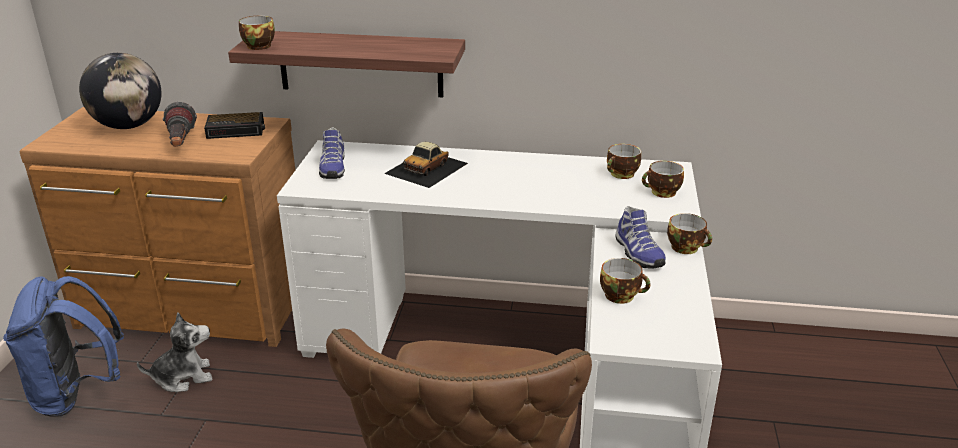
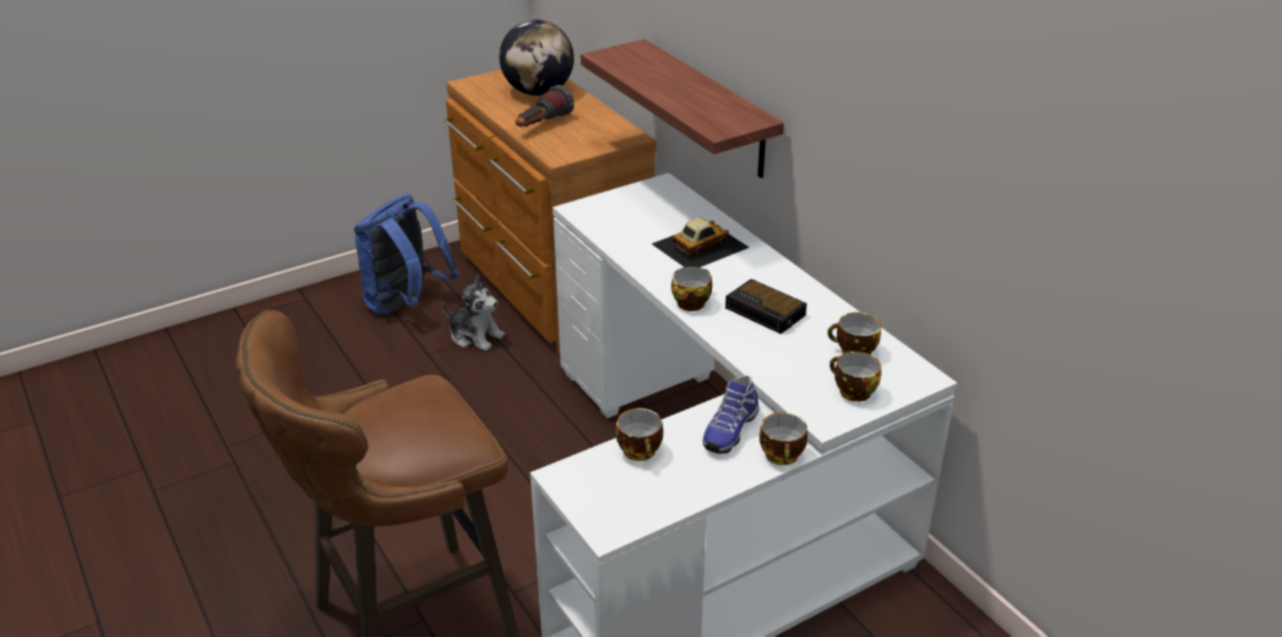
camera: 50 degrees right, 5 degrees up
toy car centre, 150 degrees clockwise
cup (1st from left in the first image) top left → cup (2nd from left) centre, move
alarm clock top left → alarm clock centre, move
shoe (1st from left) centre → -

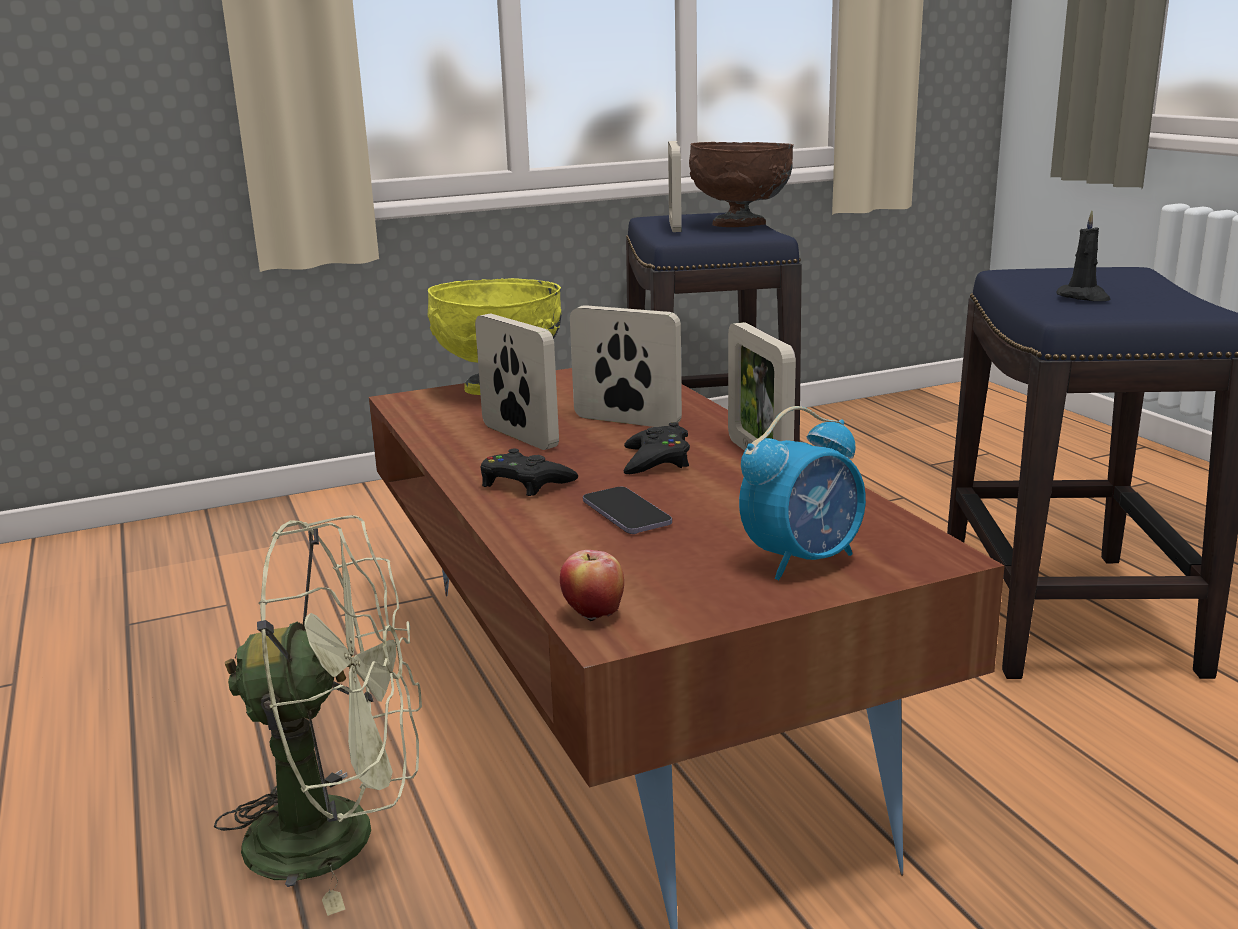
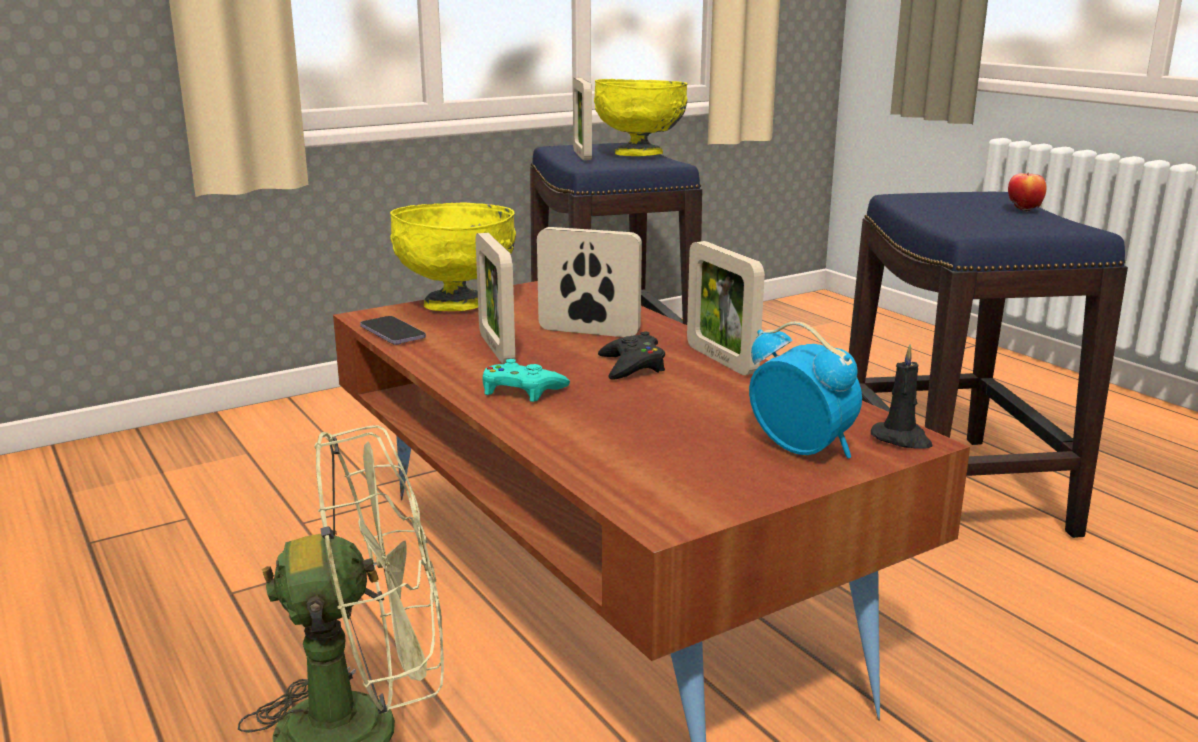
camera: 10 degrees left, 0 degrees up
phone centre → phone middle left, move
picture frame (1st from left) centre, 150 degrees counterclockwise
black game controller (1st from left) centre → turquoise game controller centre
brown bowl top centre → yellow bowl (2nd from left) top centre
alarm clock centre → alarm clock middle right, 90 degrees counterclockwise
black candle top right → black candle middle right, move
apple centre → apple top right, move

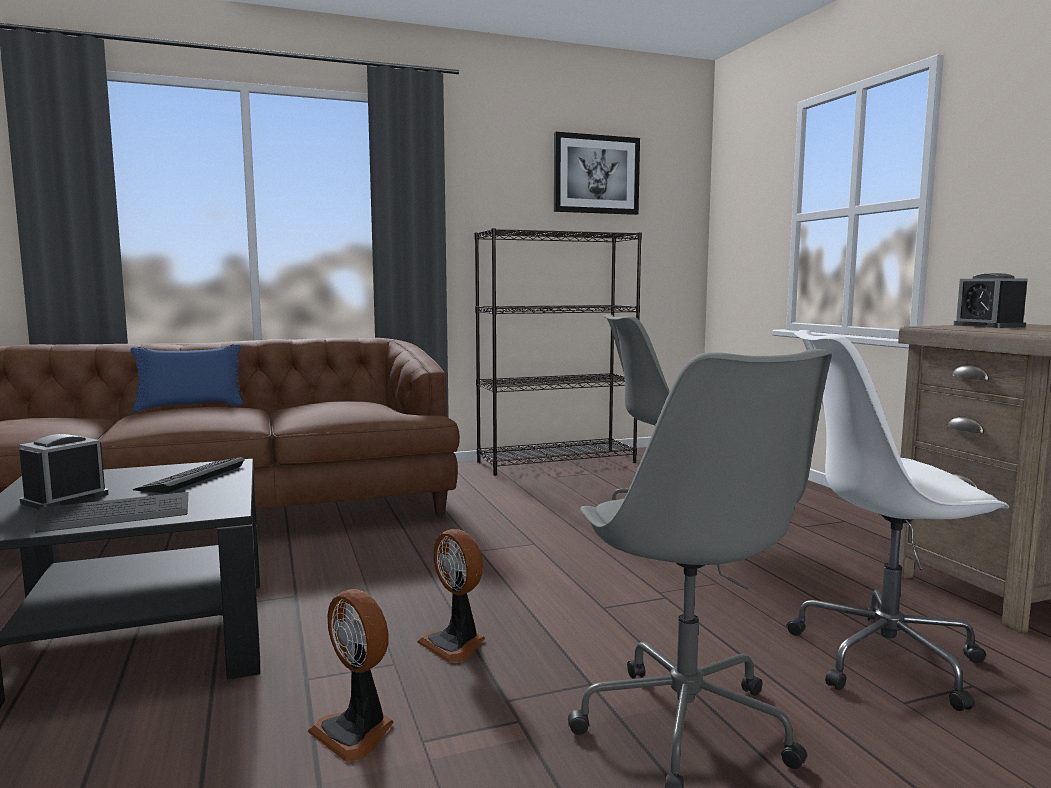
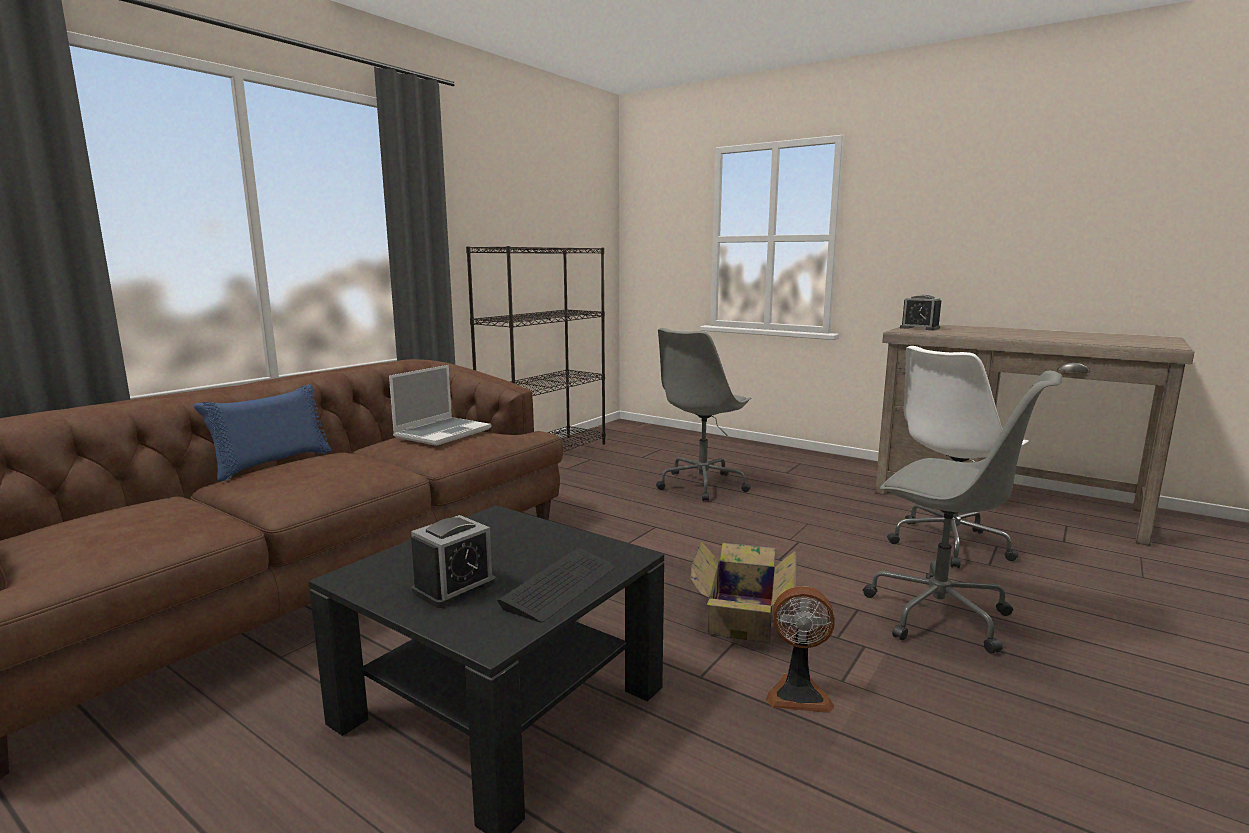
camera: 35 degrees left, 5 degrees up
- → laptop centre
alarm clock (1st from left) middle left → alarm clock (1st from left) bottom centre, 135 degrees counterclockwise
fan (2nd from left) bottom centre → cardboard box bottom centre
keyboard (2nd from left) middle left → -
picture top centre → -

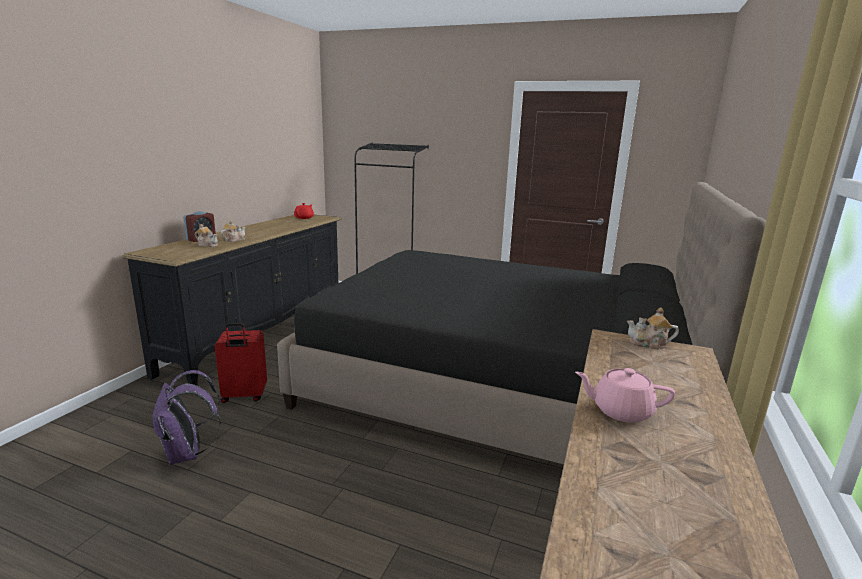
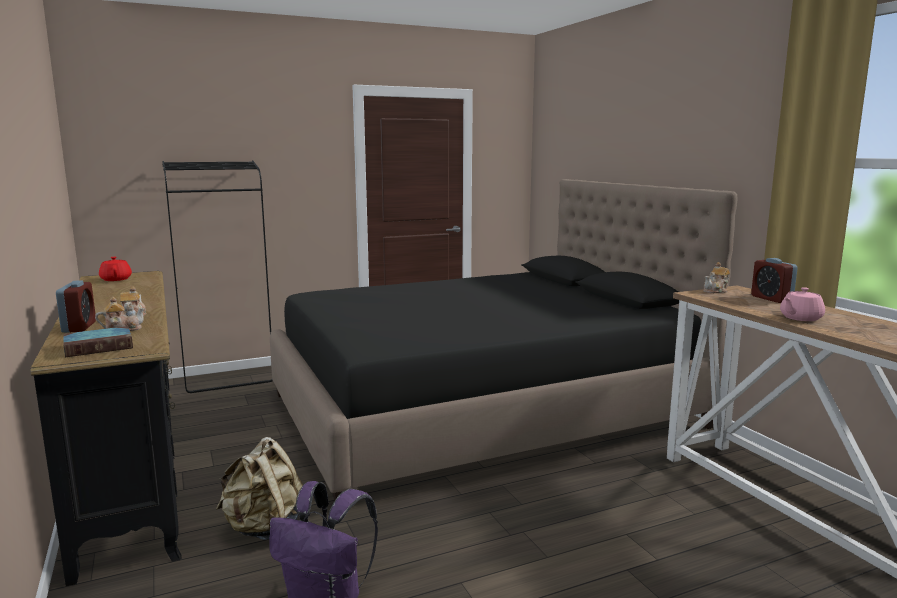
camera: 45 degrees left, 5 degrees down
- → book middle left
red suitcase middle left → beige backpack bottom left
- → alarm clock (2nd from left) middle right

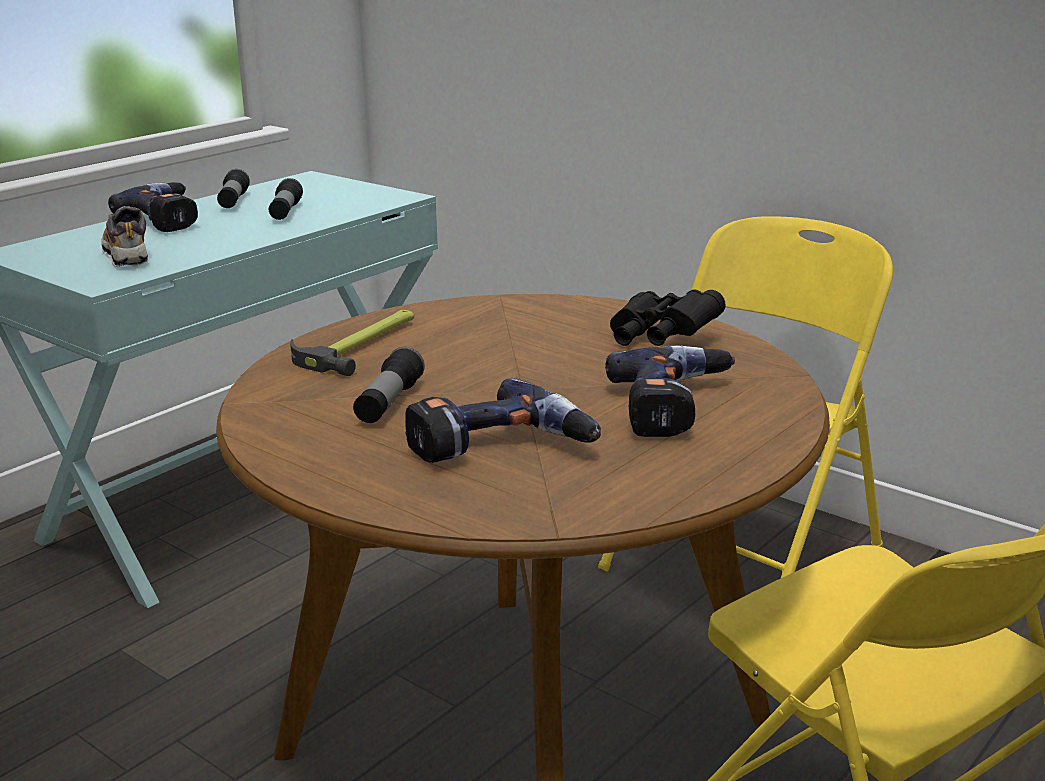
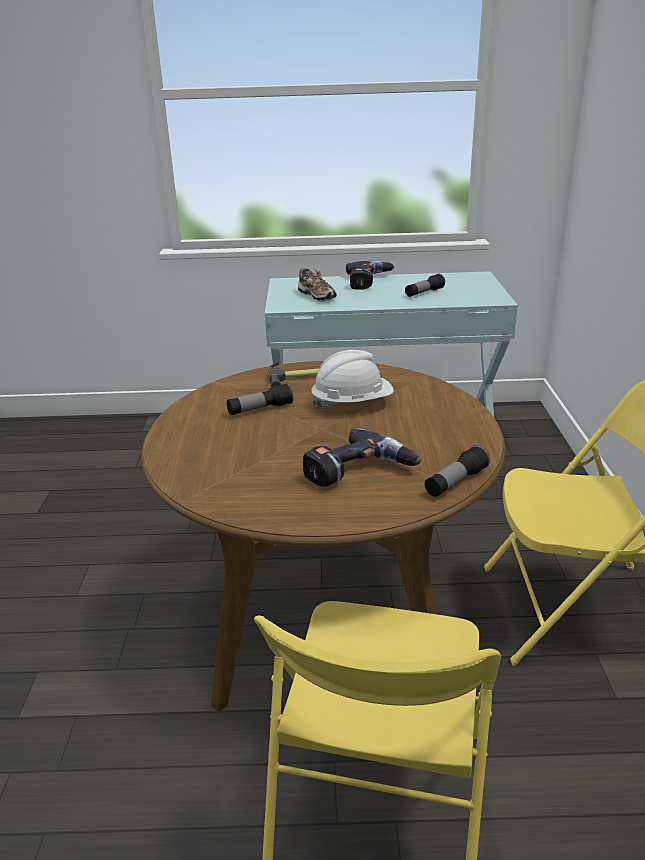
camera: 50 degrees right, 5 degrees up
shoe top left → shoe top centre, 120 degrees clockwise
- → white hard hat centre
flashlight (1st from left in the first image) top left → flashlight (3rd from left) middle right, move
power drill (2nd from left) centre → -
black binoculars centre → -

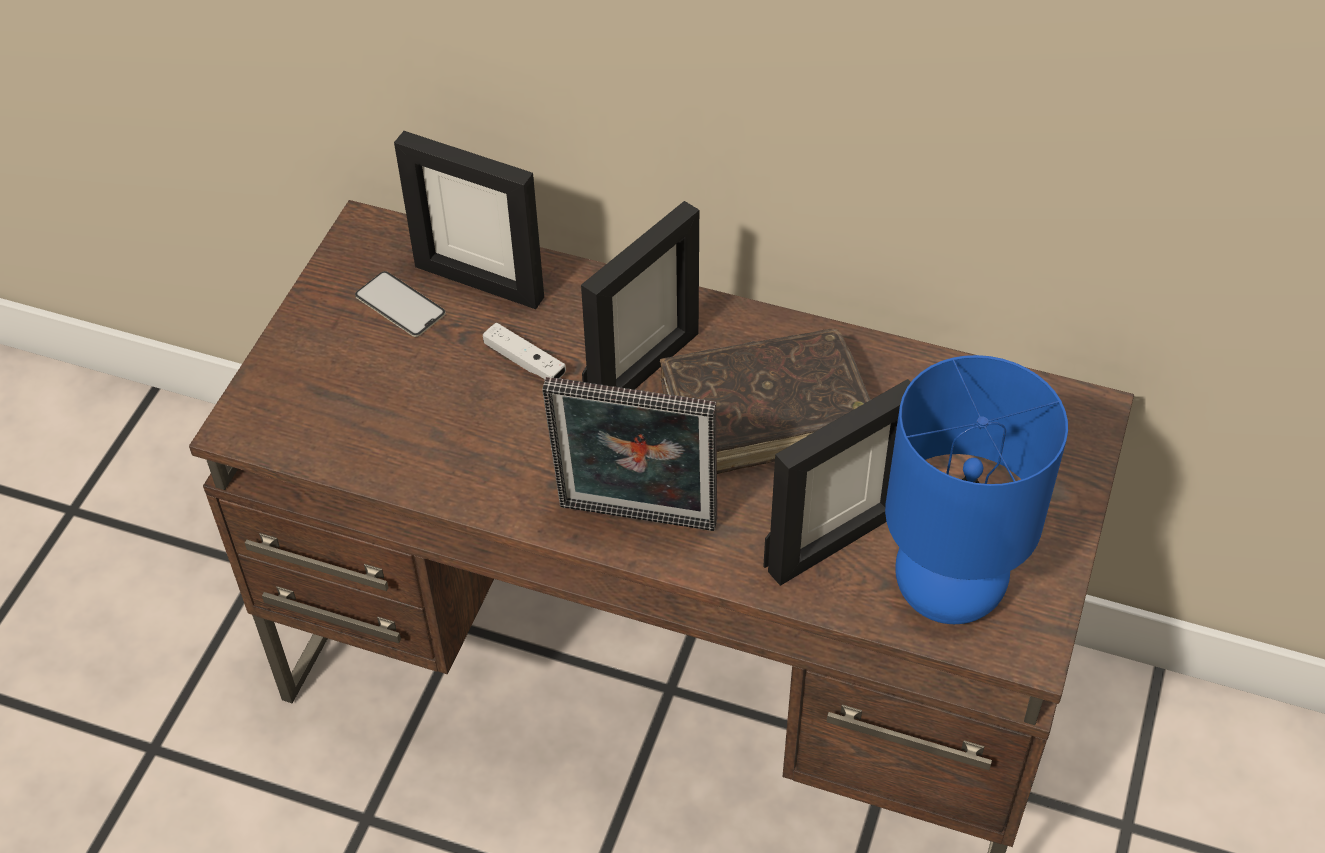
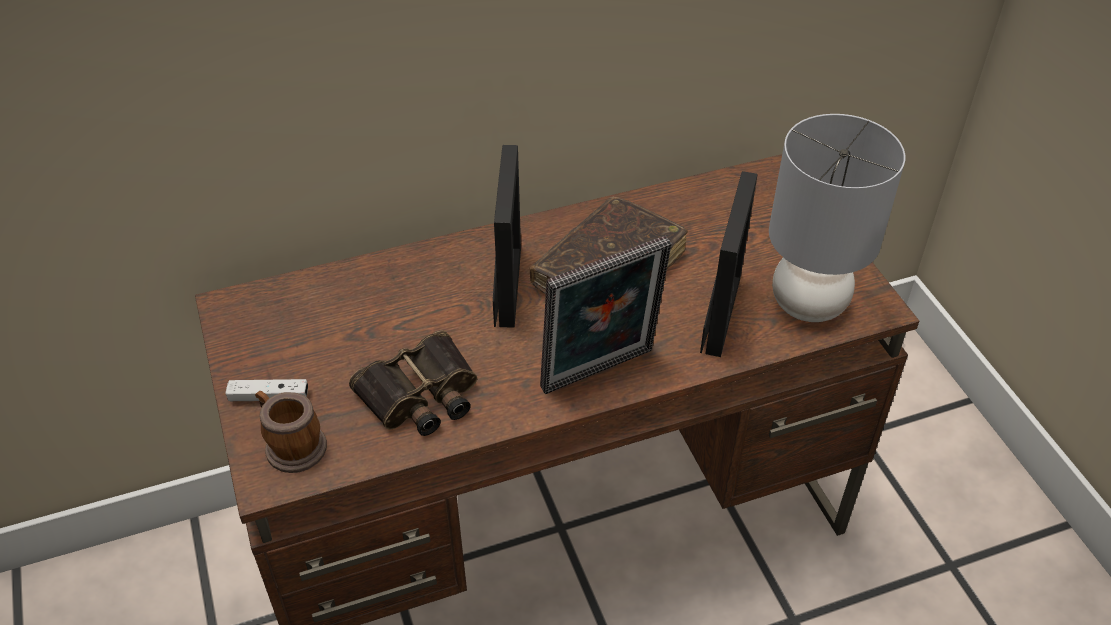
camera: 40 degrees left, 5 degrees down
white game controller centre → white game controller middle left, move
- → mug bottom left
- → binoculars centre
blue table lamp middle right → grey table lamp middle right
phone middle left → -
picture frame (1st from left) top centre → -

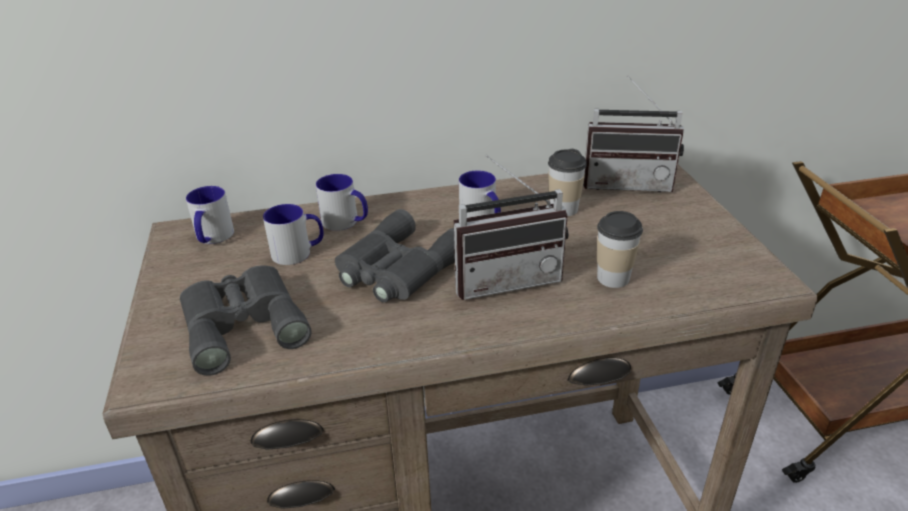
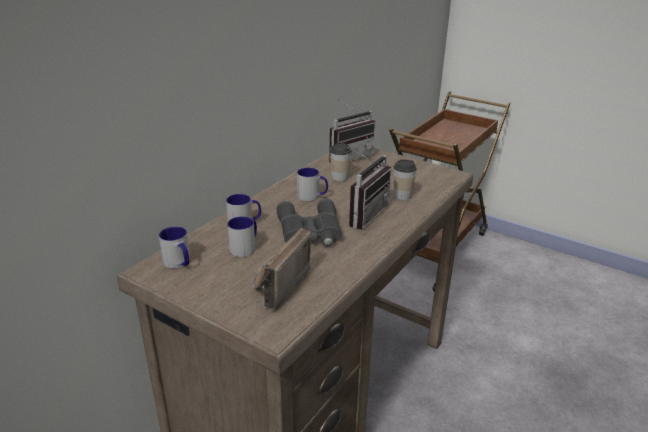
camera: 45 degrees left, 5 degrees down
grey binoculars (1st from left) middle left → radio (1st from left) centre

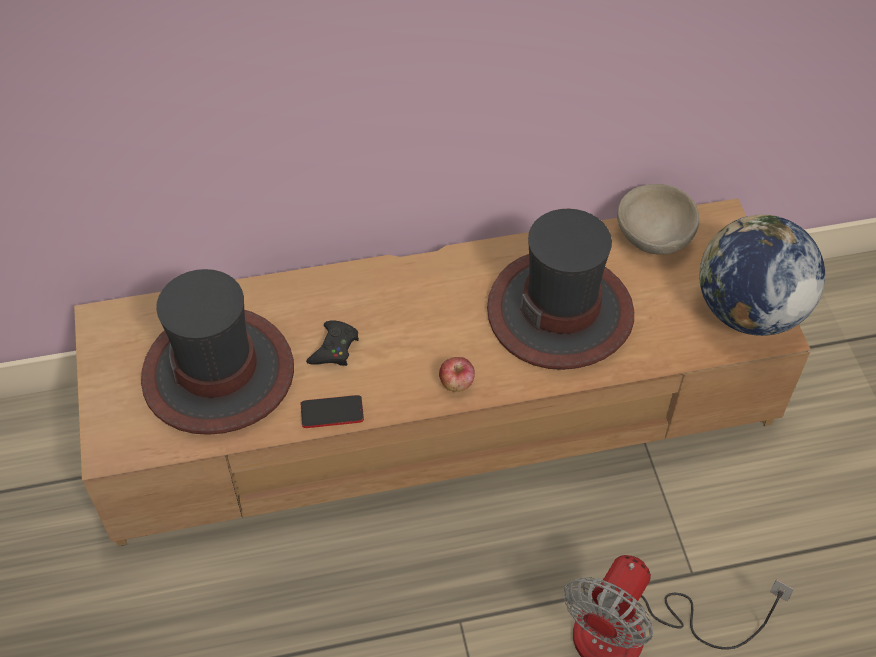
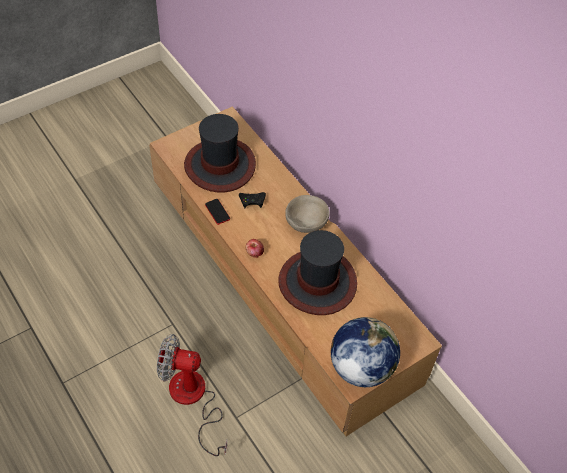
camera: 65 degrees right, 0 degrees up
beige bowl middle right → beige bowl centre, move

